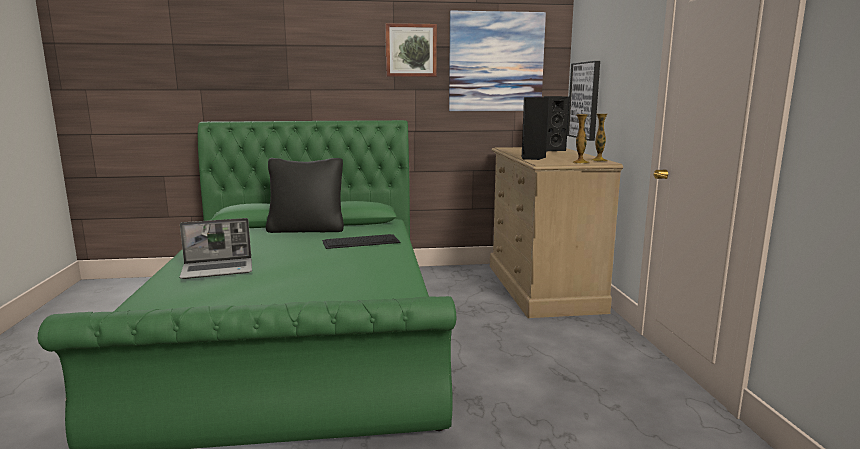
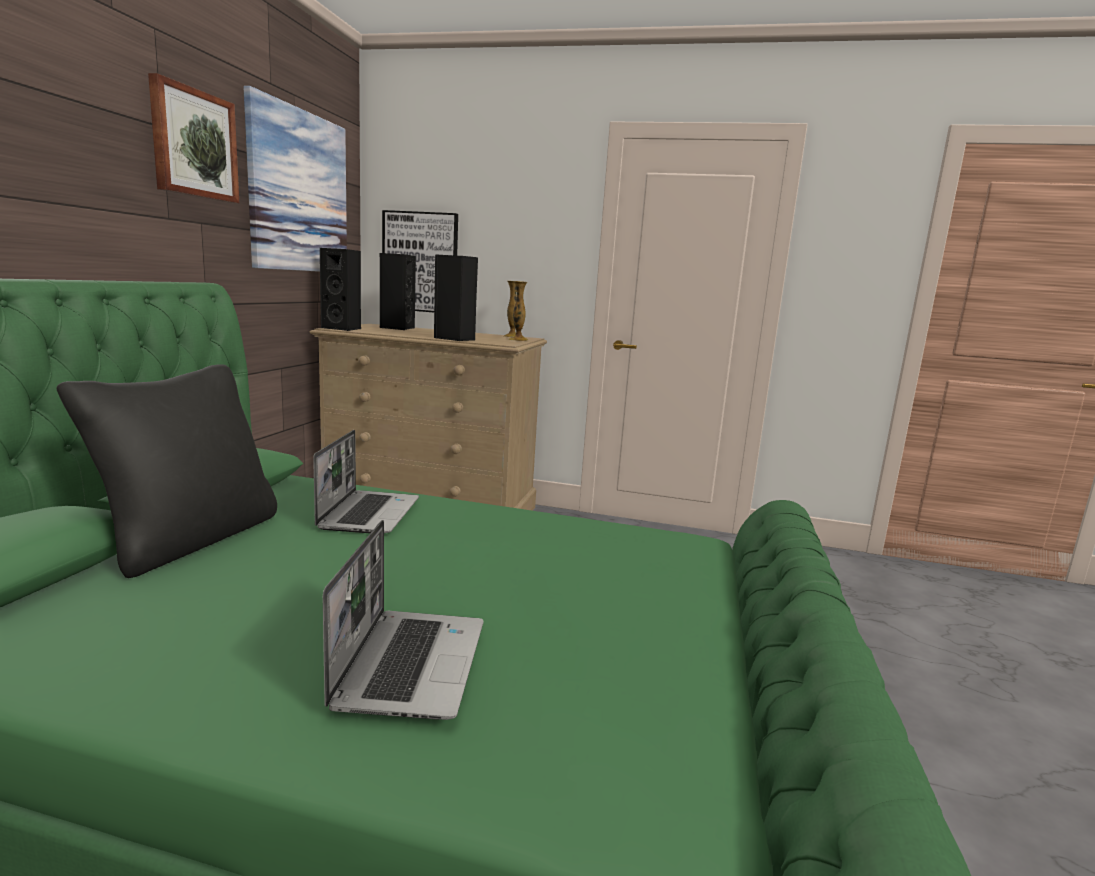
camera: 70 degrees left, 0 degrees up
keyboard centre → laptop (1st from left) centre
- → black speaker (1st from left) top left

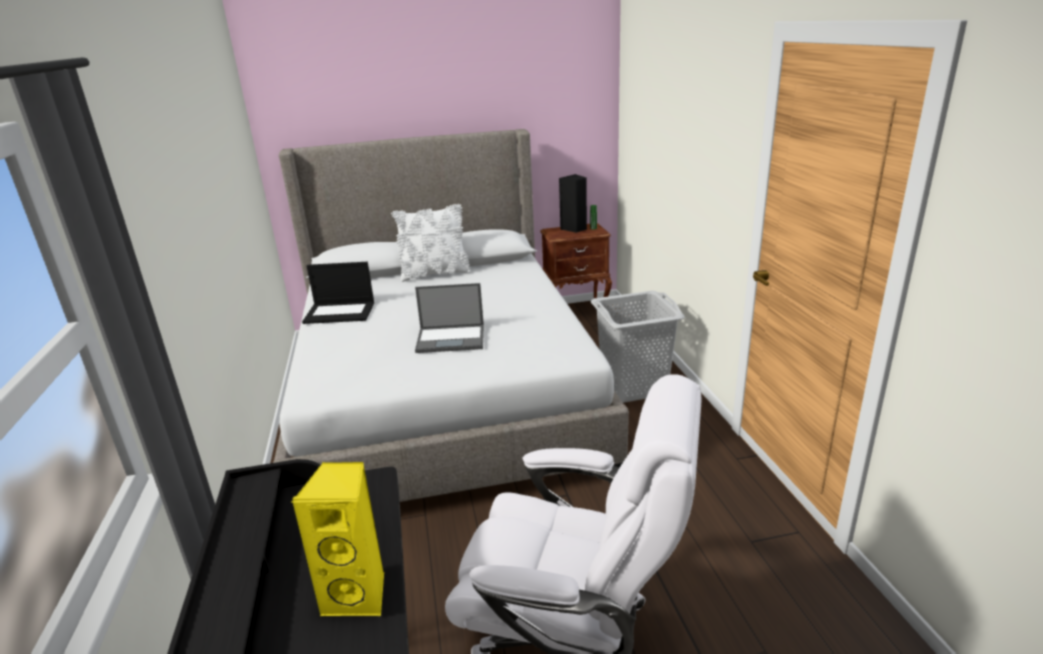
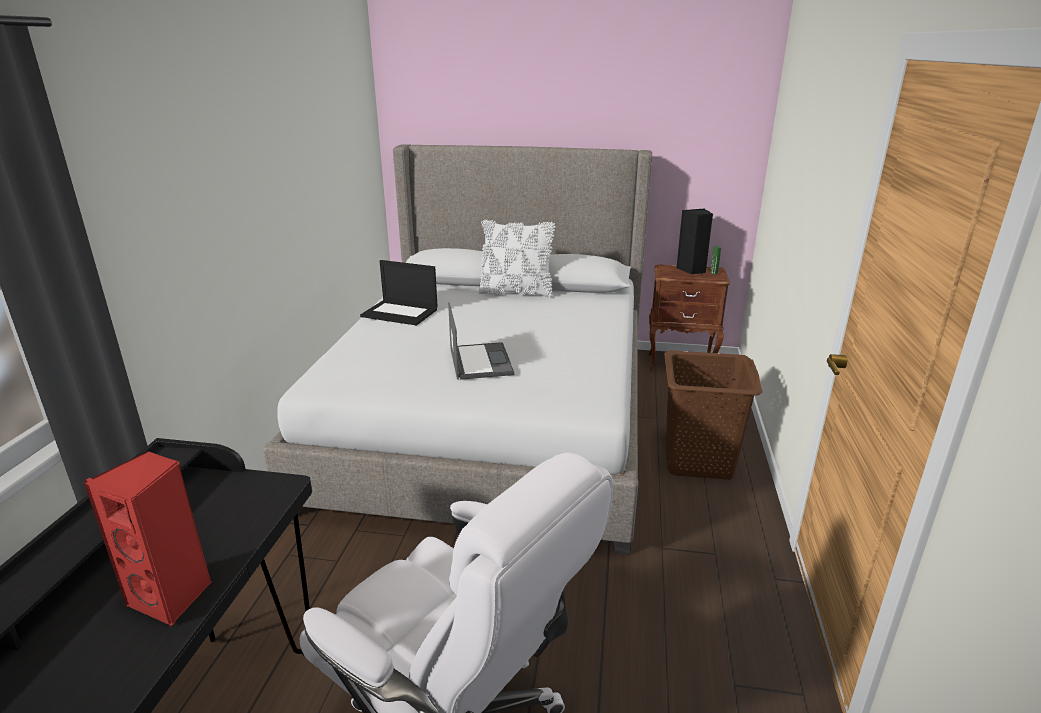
camera: 20 degrees right, 0 degrees up
yellow speaker bottom left → red speaker bottom left
laptop (2nd from left) centre, 120 degrees counterclockwise
grey laundry basket centre → brown laundry basket middle right

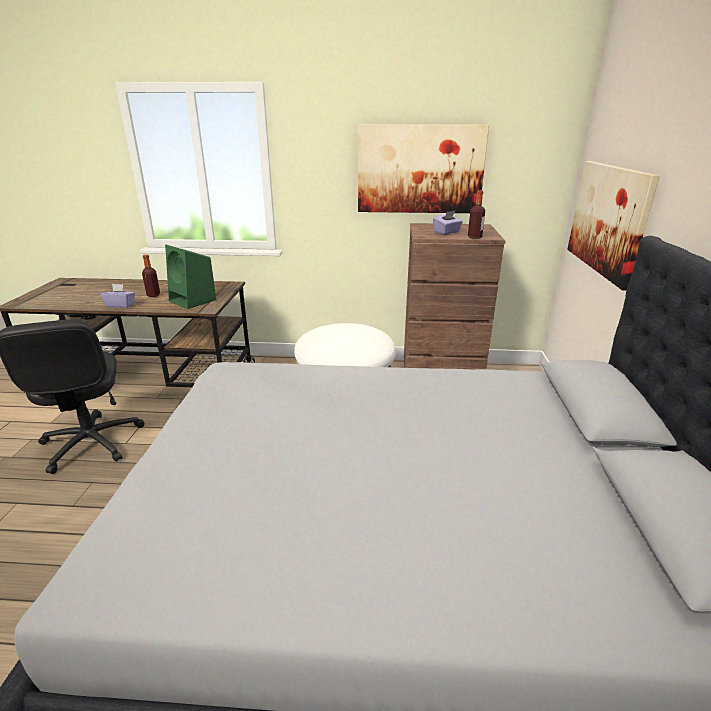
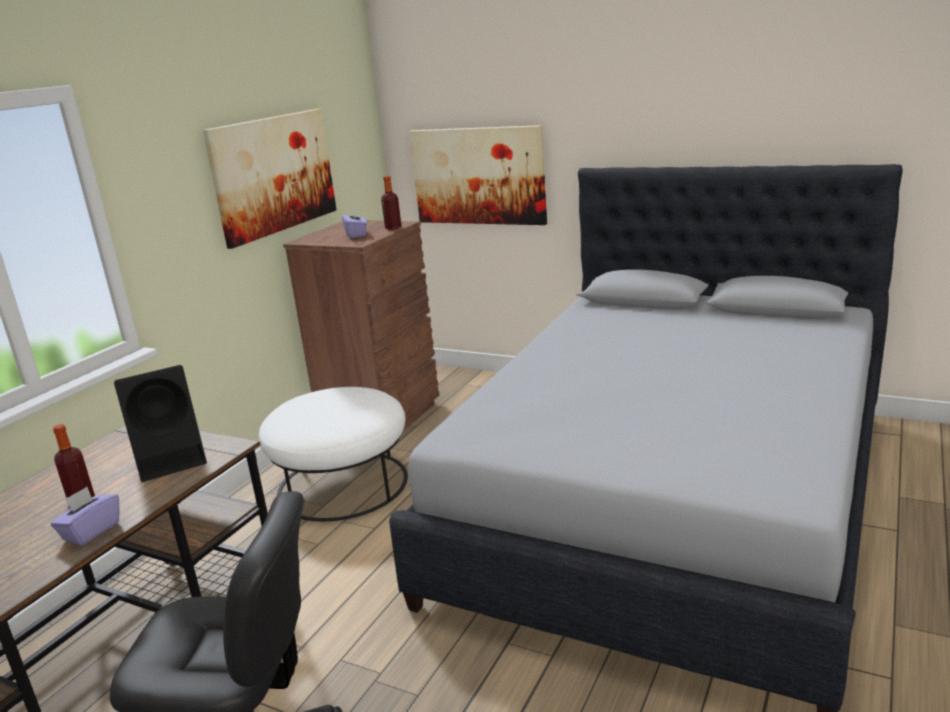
camera: 65 degrees left, 5 degrees down
green speaker middle left → black speaker middle left

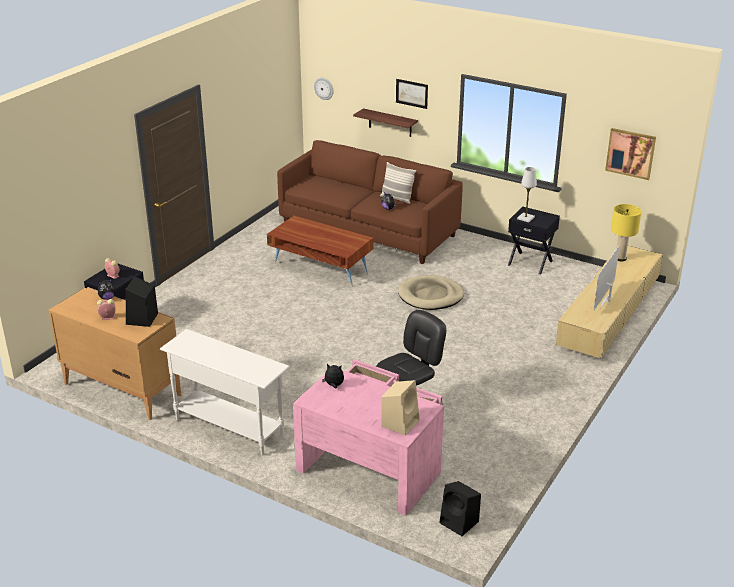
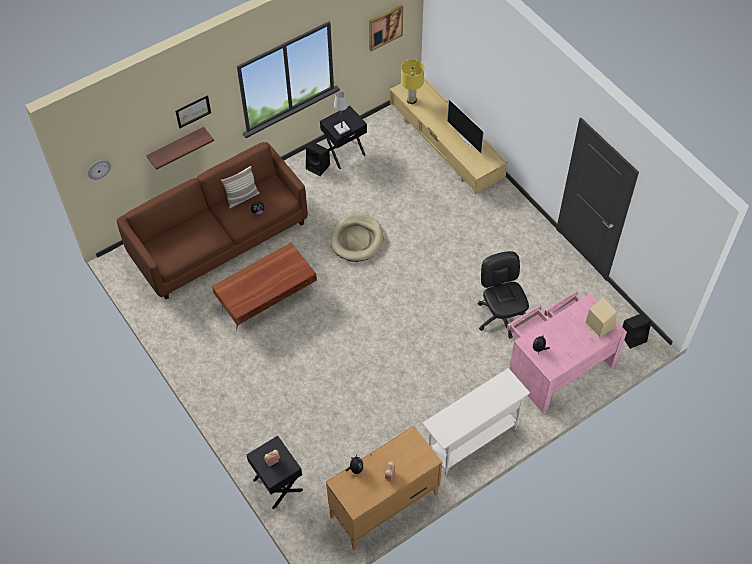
camera: 65 degrees left, 25 degrees up
black speaker (1st from left) middle left → black speaker (1st from left) top centre, move

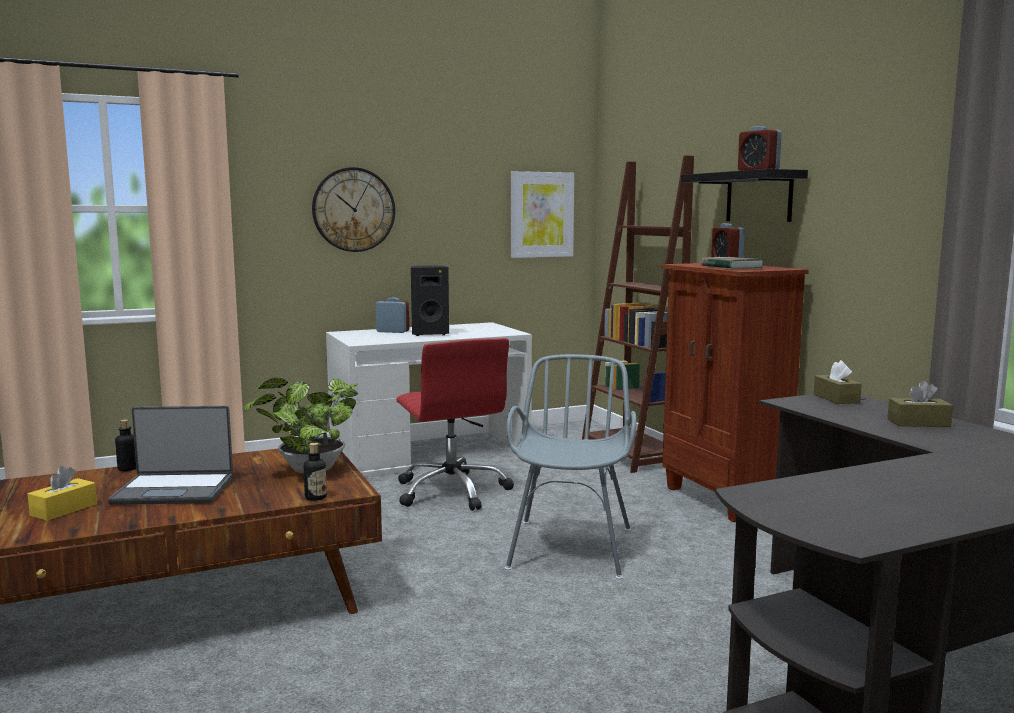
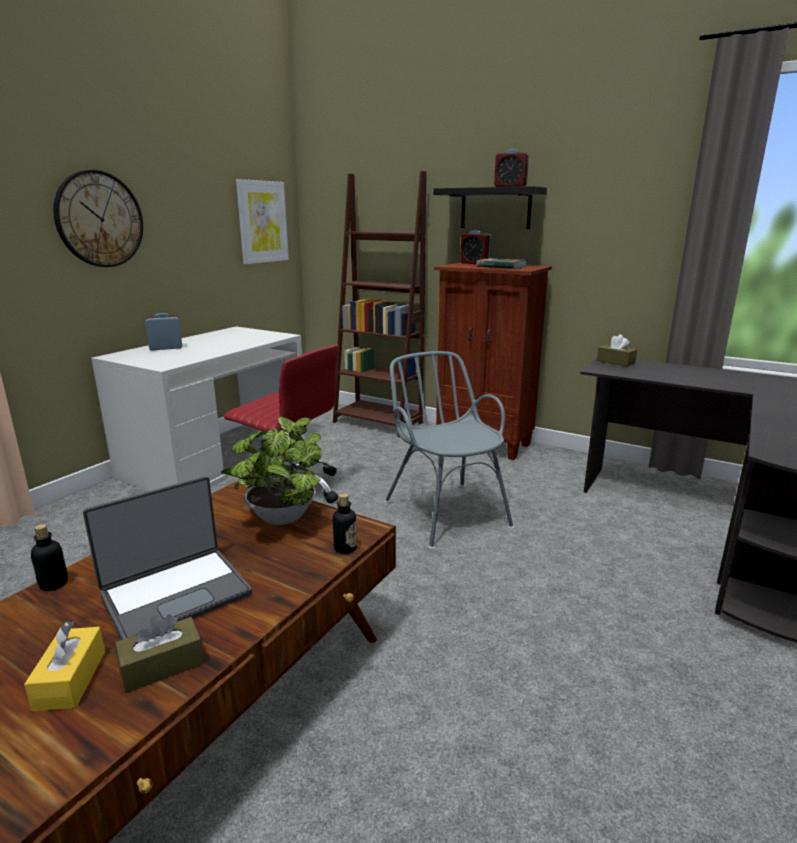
camera: 35 degrees left, 10 degrees up
brown tissue box (2nd from left in the first image) middle right → brown tissue box (1st from left) bottom left, move
black speaker centre → -

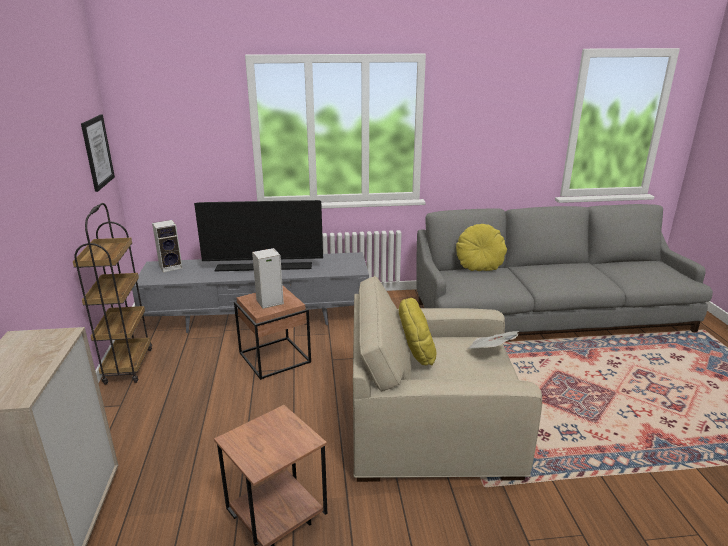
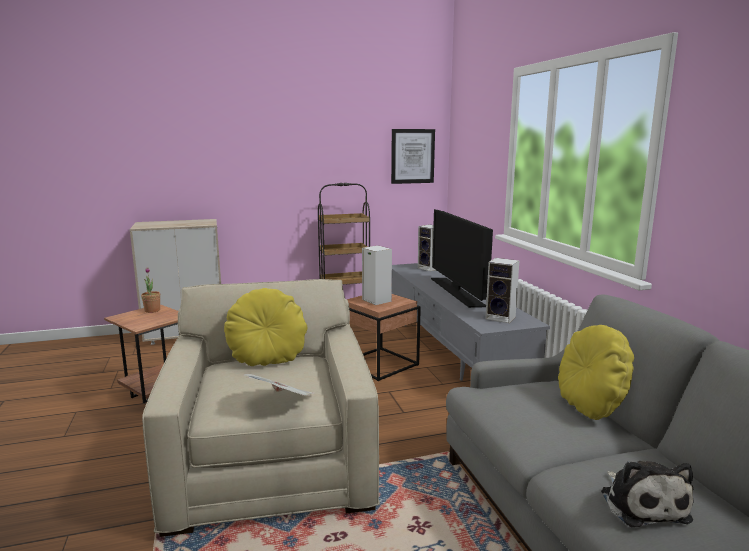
camera: 80 degrees right, 10 degrees down
- → potted plant middle left
- → speaker (3rd from left) middle right
- → plush toy bottom right

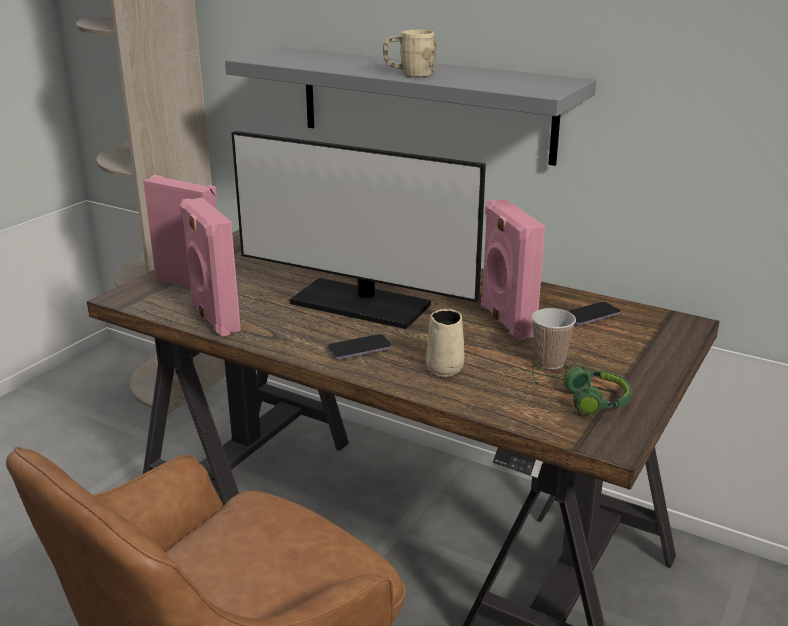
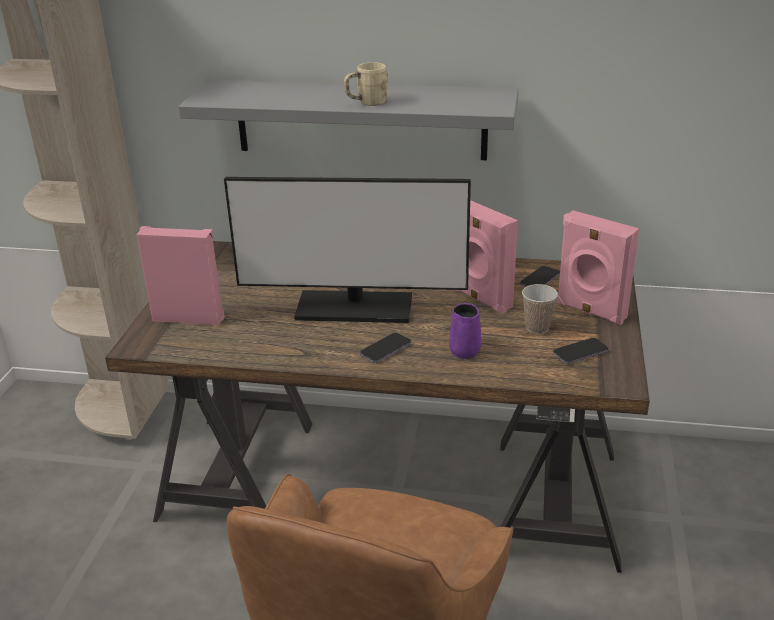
camera: 20 degrees left, 5 degrees up
beige mug (2nd from left) centre → purple mug centre
green headphones middle right → phone (3rd from left) middle right
pink speaker (2nd from left in the first image) middle left → pink speaker (3rd from left) middle right, move

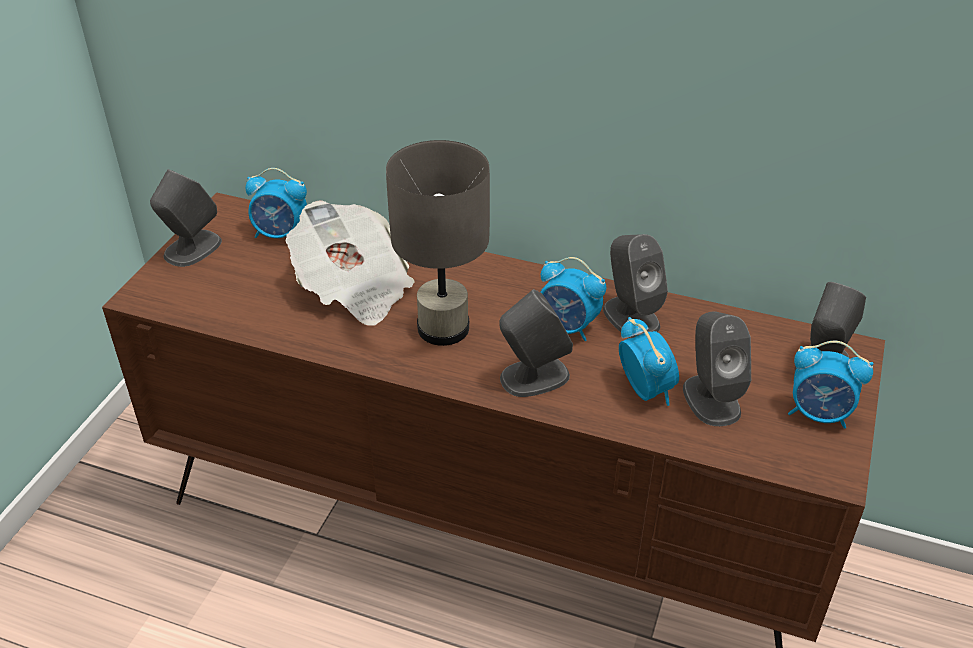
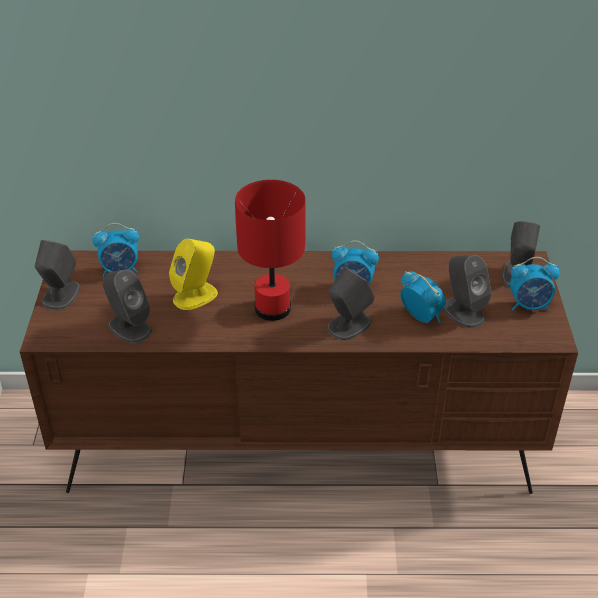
camera: 20 degrees left, 0 degrees up
grey speaker (3rd from left in the first image) centre → grey speaker (2nd from left) middle left, move
newspaper centre → yellow speaker middle left
grey table lamp centre → red table lamp centre

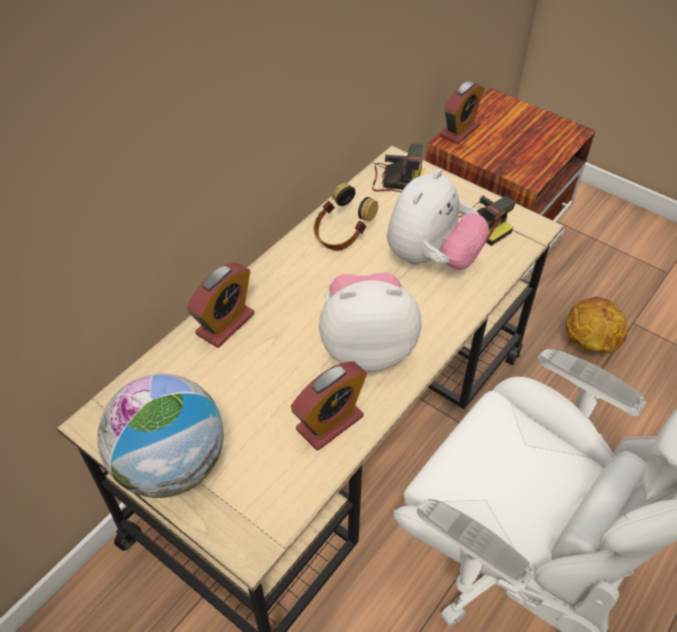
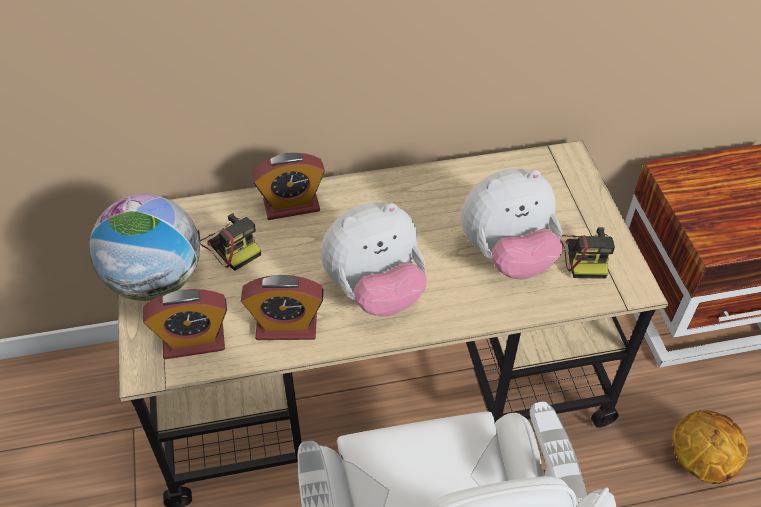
camera: 40 degrees right, 0 degrees up
alarm clock (3rd from left in the first image) top right → alarm clock (1st from left) middle left, move
photo camera (1st from left) top centre → photo camera (1st from left) middle left, move
plush toy (1st from left) centre, 120 degrees clockwise
headphones centre → -

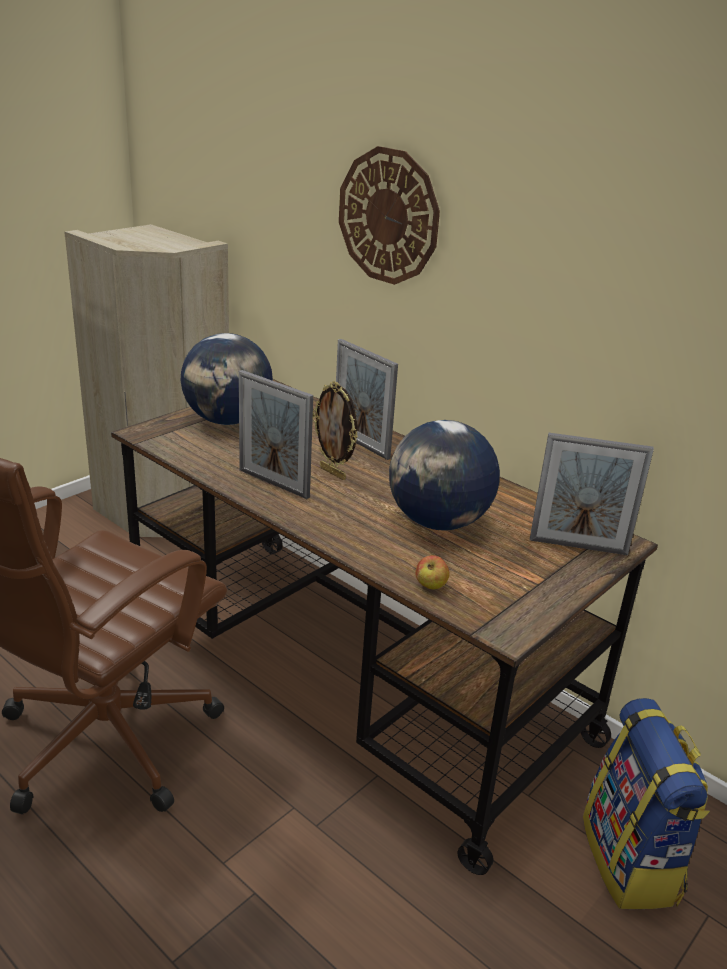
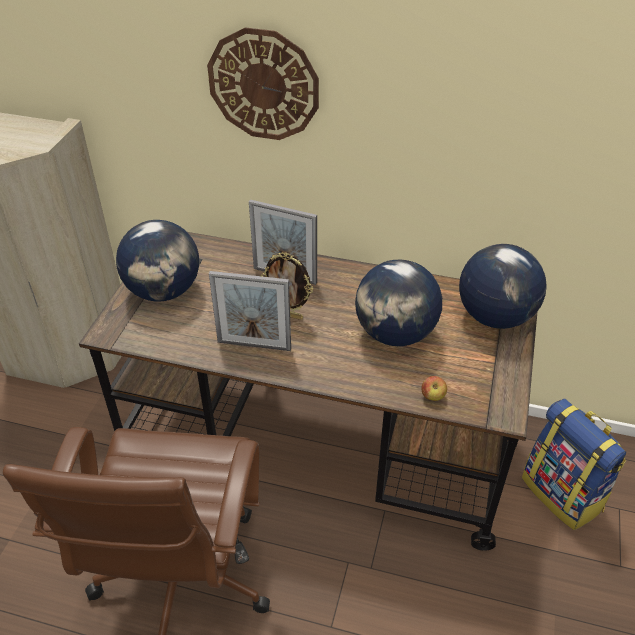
camera: 25 degrees left, 15 degrees up
picture frame (4th from left) middle right → globe (3rd from left) middle right

